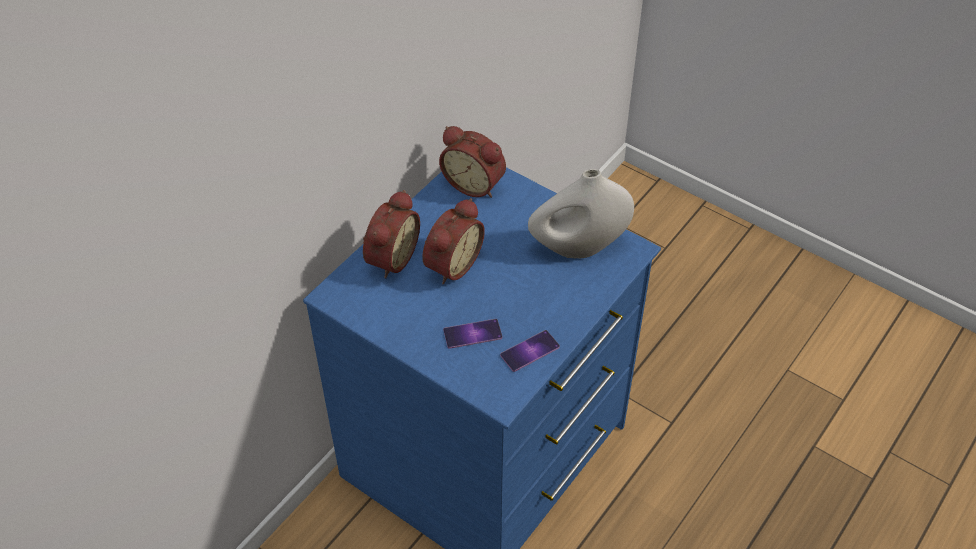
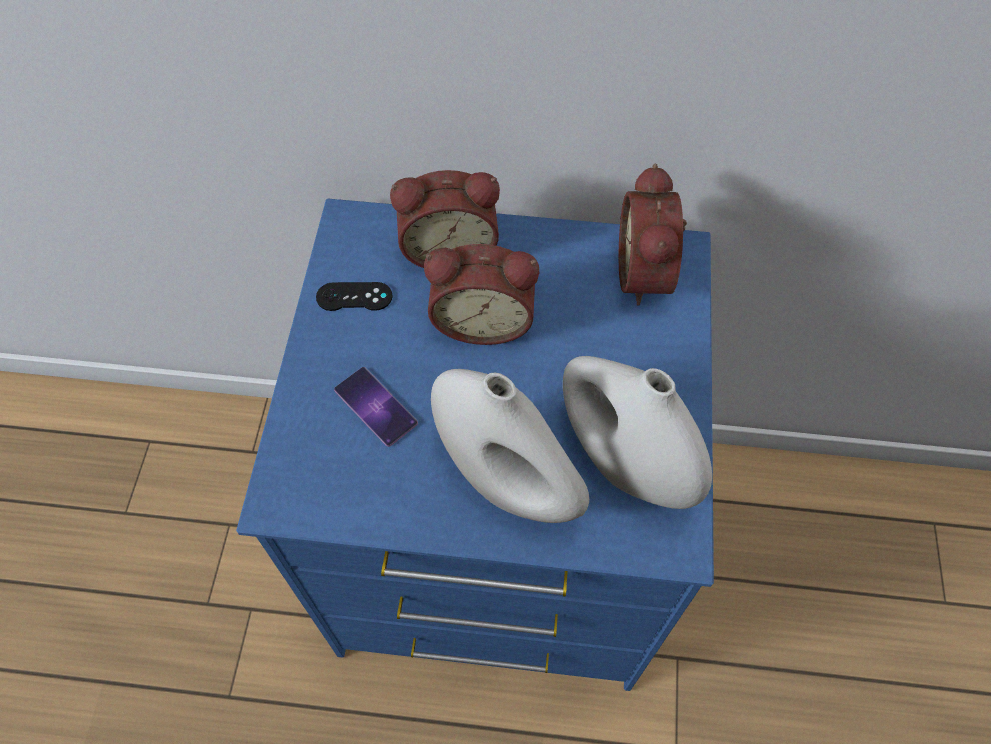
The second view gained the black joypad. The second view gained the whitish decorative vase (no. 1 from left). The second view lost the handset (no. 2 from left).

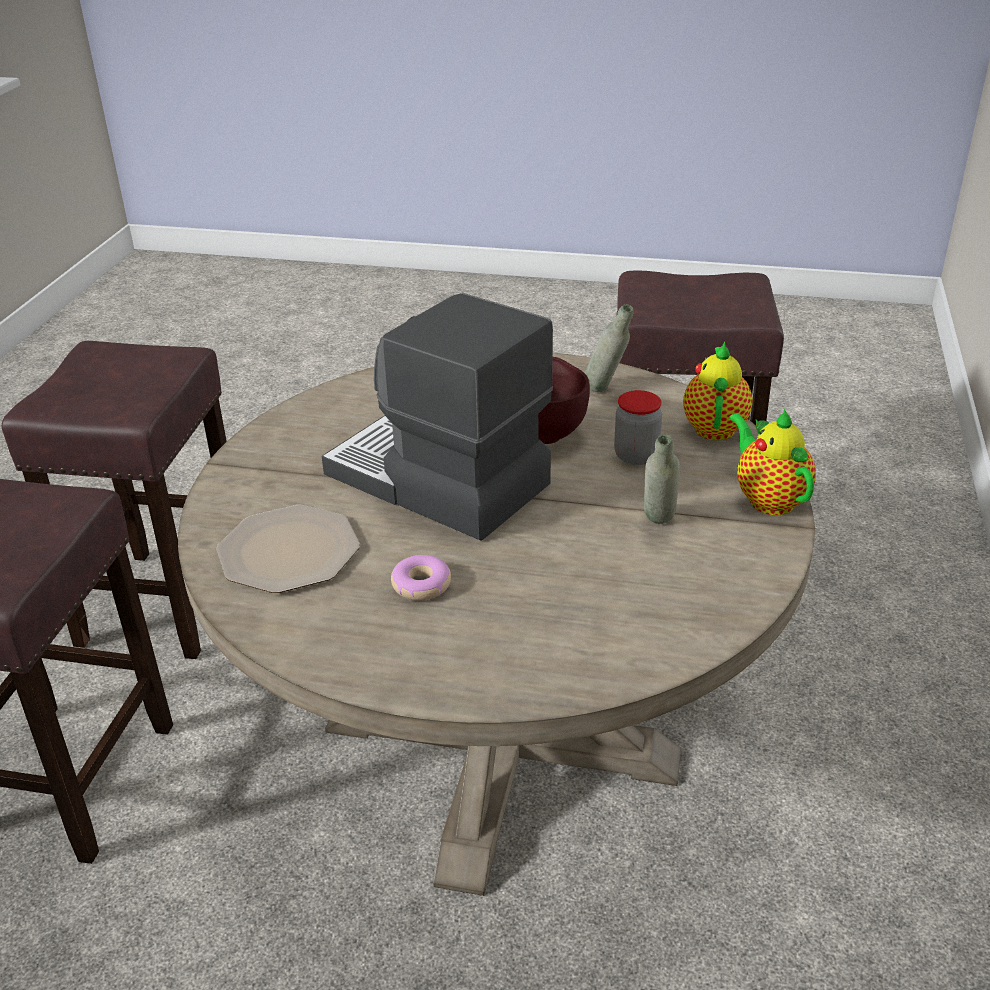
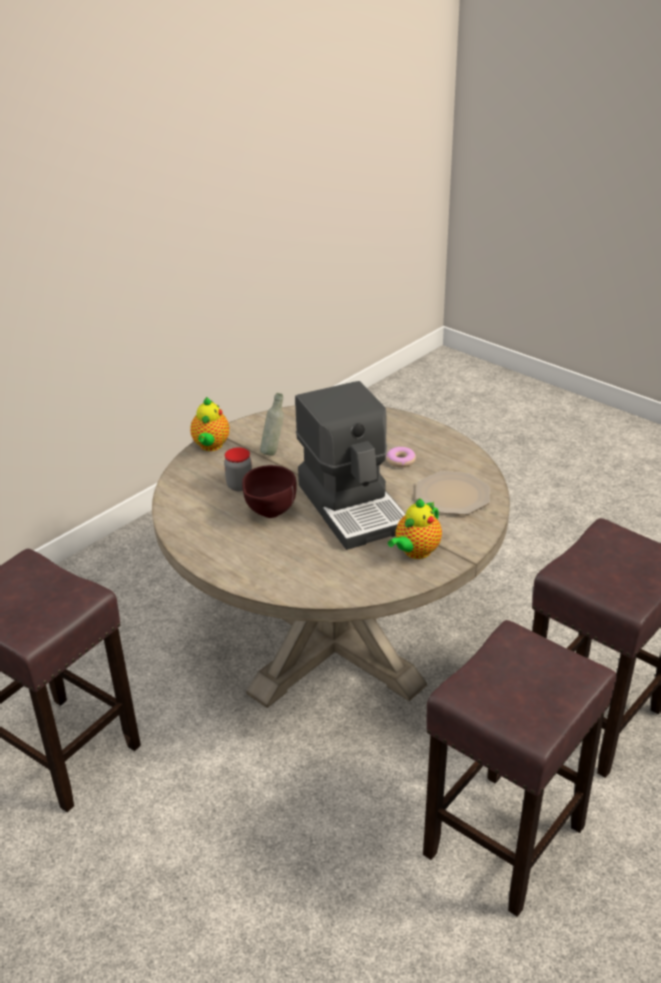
The tea pot (no. 1 from left in the first image) ended up elsewhere. The second view lost the greyish drink bottle (no. 1 from left).

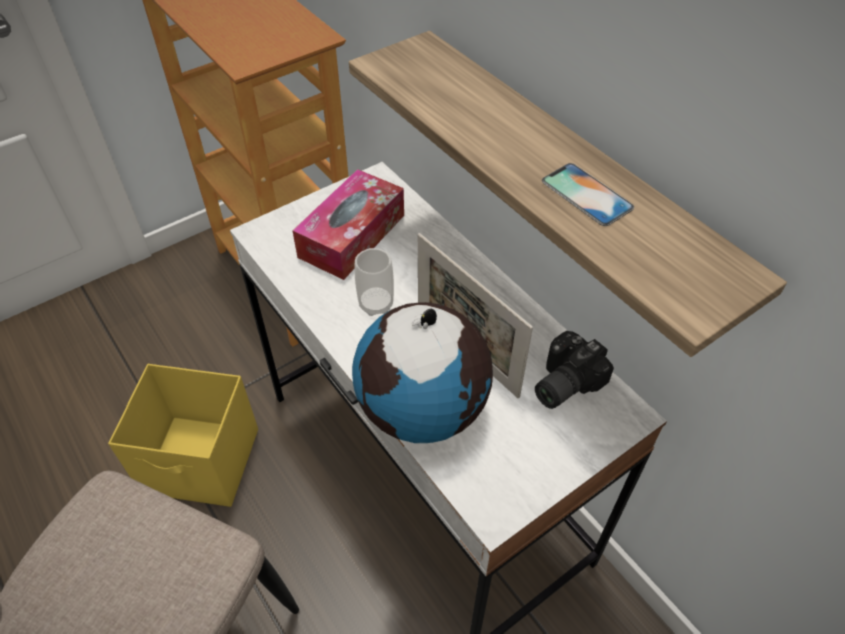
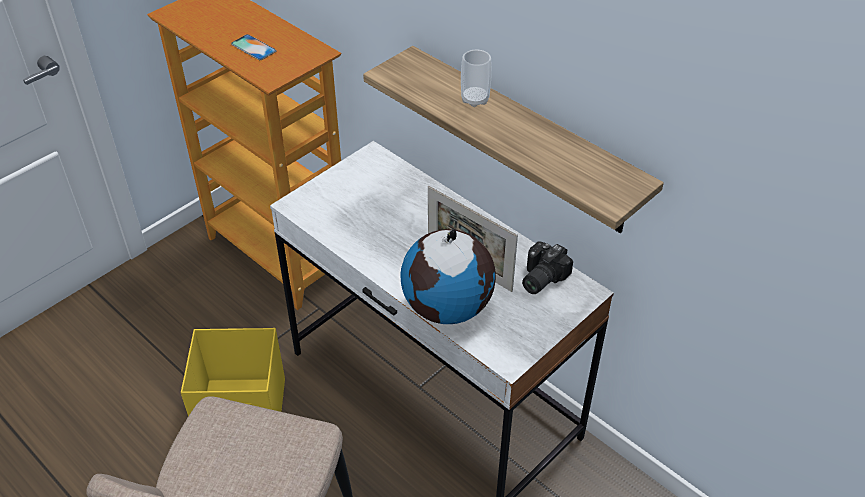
The handset ended up elsewhere. The cup ended up elsewhere. The second view lost the tissue holder.

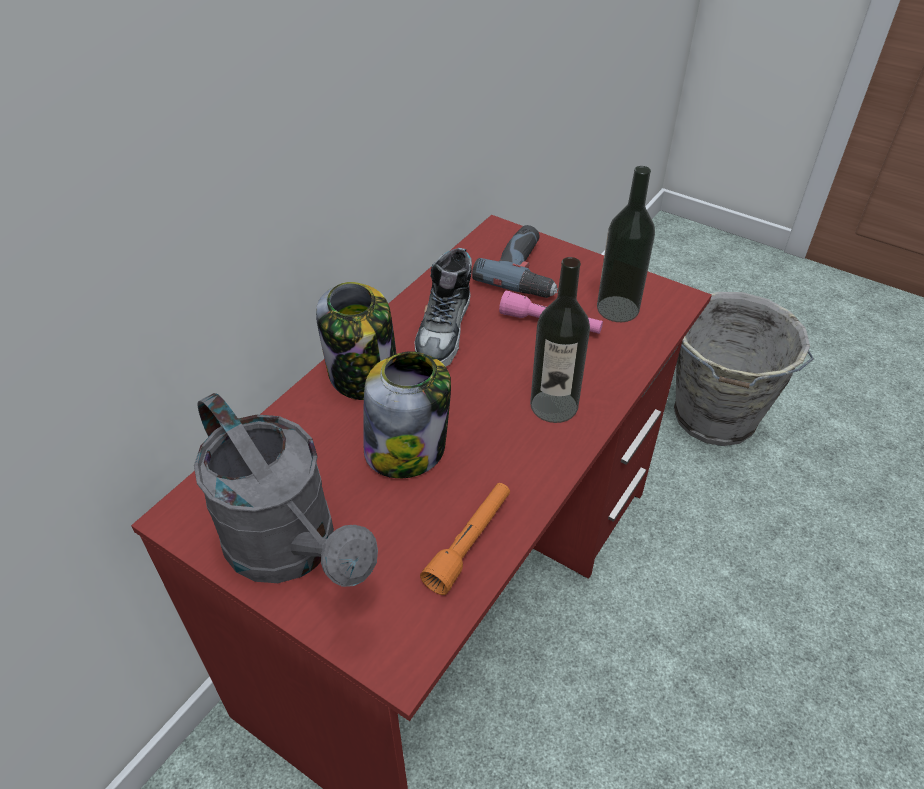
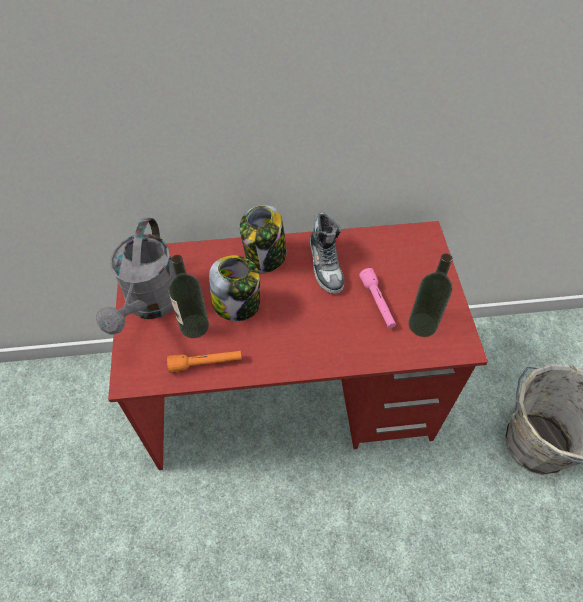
The drink bottle (no. 1 from left) ended up elsewhere. The shoe ended up facing another way, 75 degrees counterclockwise from before. The second view lost the power drill.

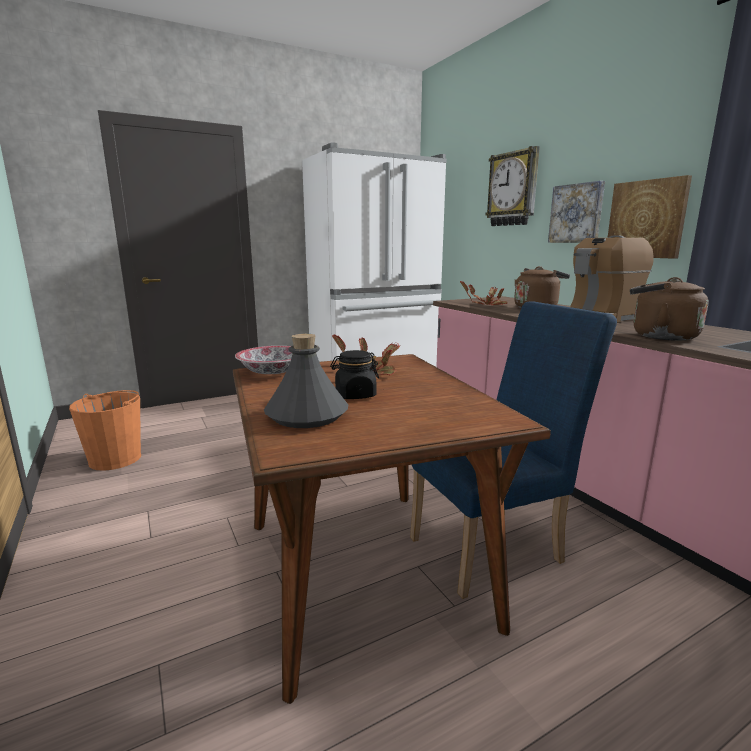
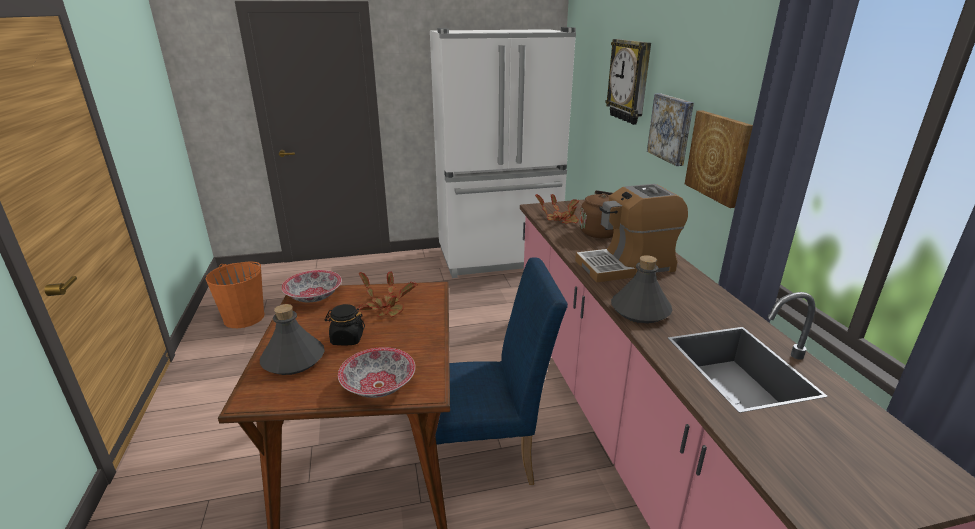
The second view gained the serving bowl (no. 2 from left). Where the brown-coloured tea kettle (no. 2 from left) stood, the greyish drink bottle (no. 2 from left) came to stand.

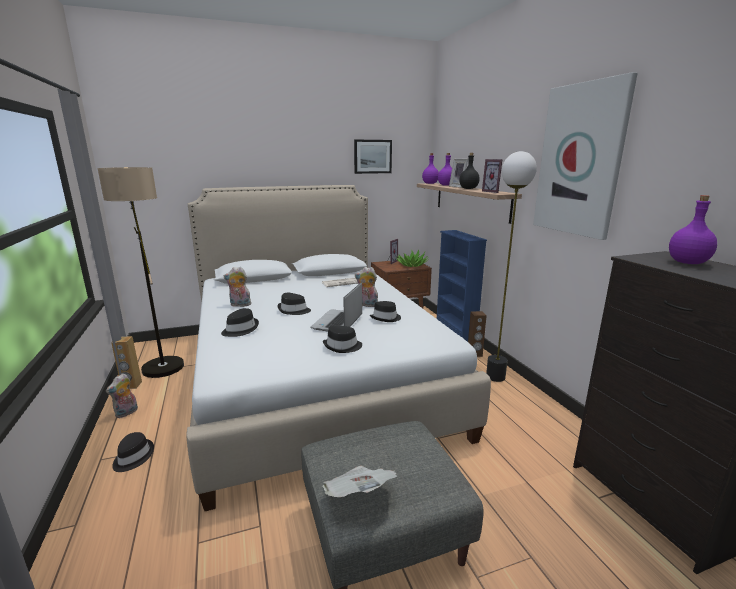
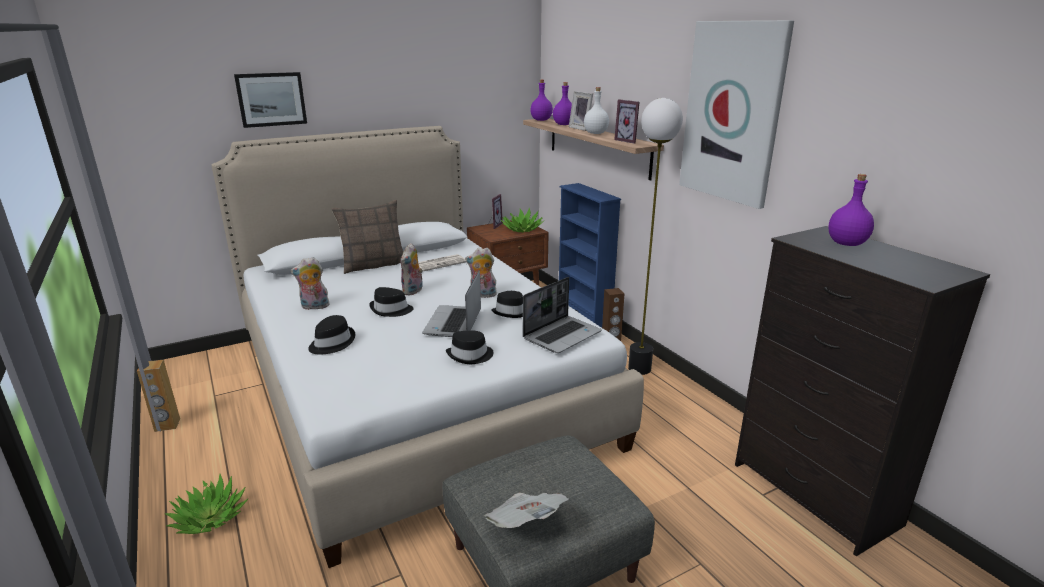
Where the black hat (no. 1 from left) stood, the potted plant (no. 1 from left) came to stand. The wall art (no. 1 from left) ended up elsewhere. The second view gained the cushion. The cuddly toy (no. 1 from left in the first image) ended up elsewhere. The second view gained the portable computer (no. 2 from left). What was the black drink bottle turned into the whitish drink bottle. The second view lost the standard lamp (no. 1 from left).

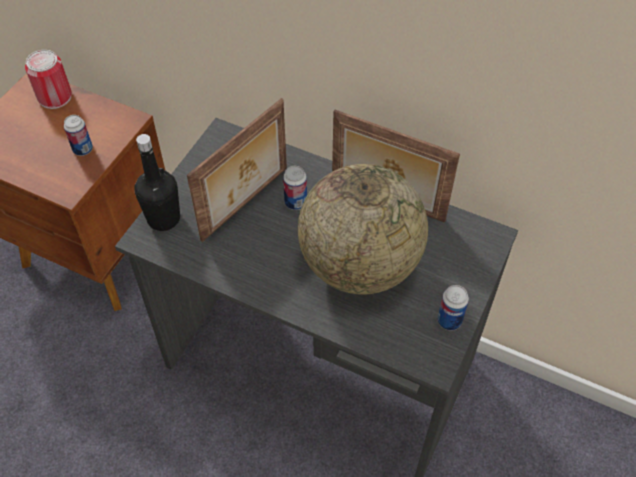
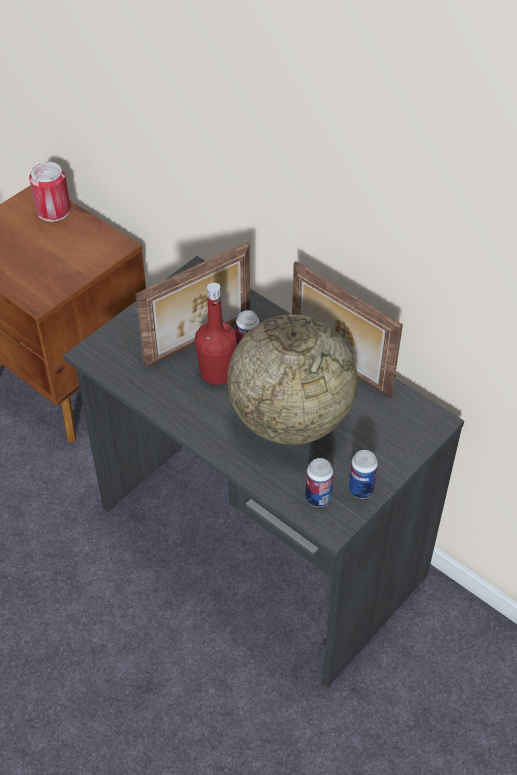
The second view gained the reddish drink bottle. The metal can (no. 2 from left in the first image) ended up elsewhere. The second view lost the black drink bottle.

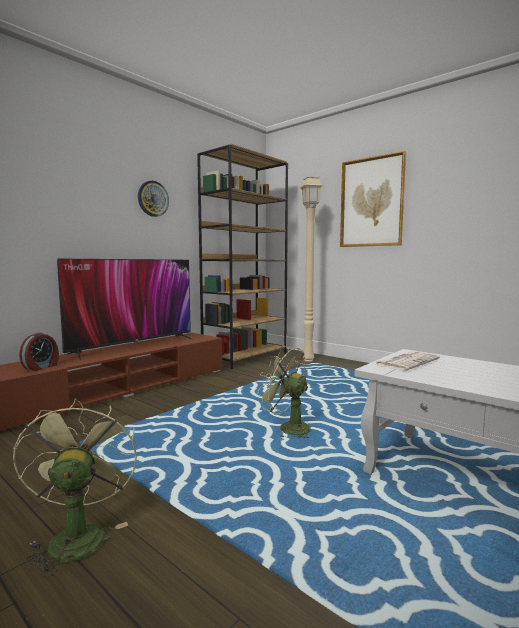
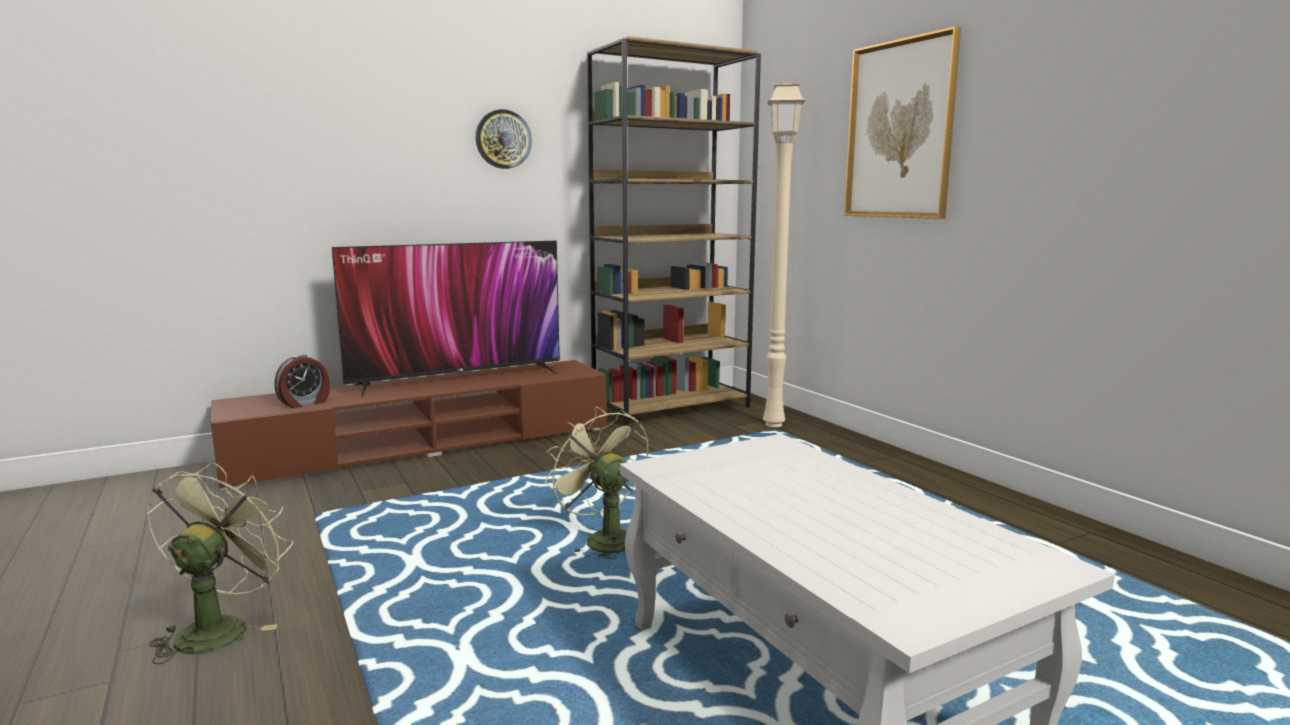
The second view lost the printed paper.

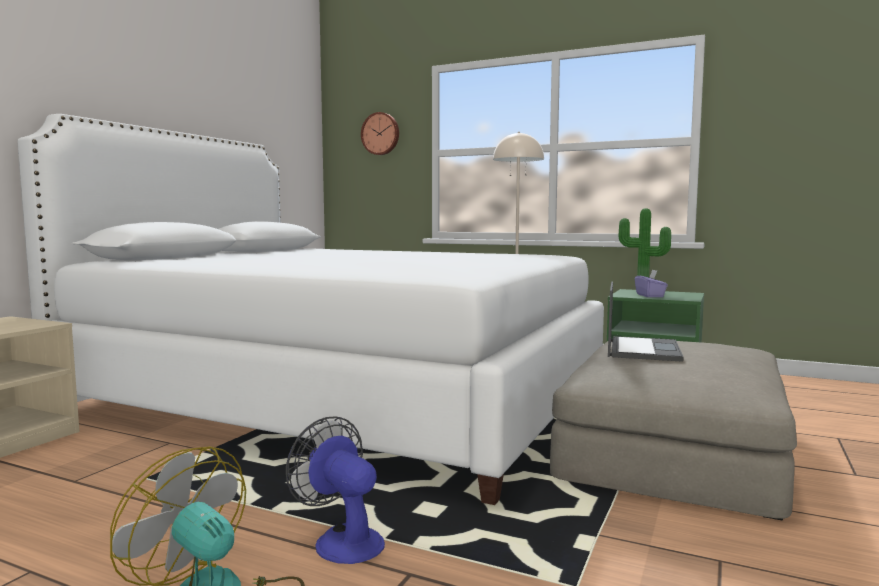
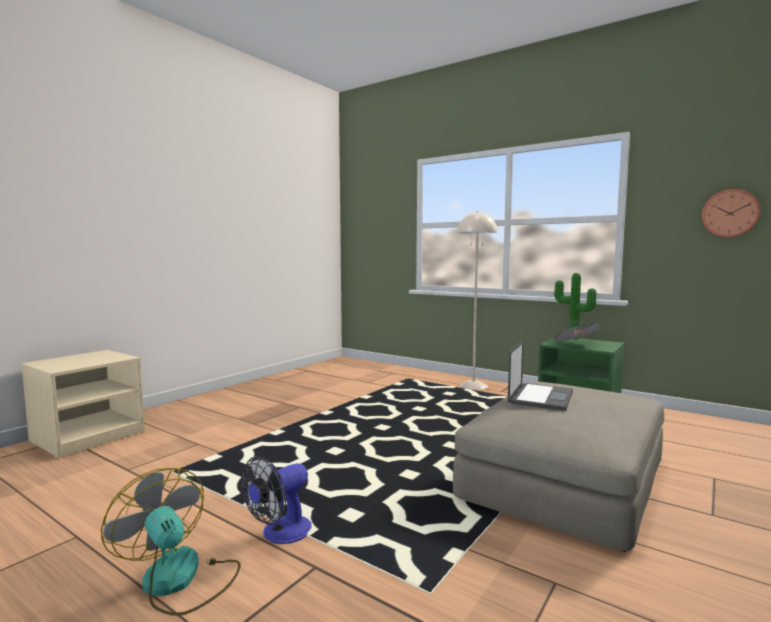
The electric fan (no. 2 from left) ended up facing another way, 105 degrees counterclockwise from before. Where the purplish tissue holder stood, the printed paper came to stand. The clock on the wall ended up elsewhere. The second view lost the whitish sleeping bed.

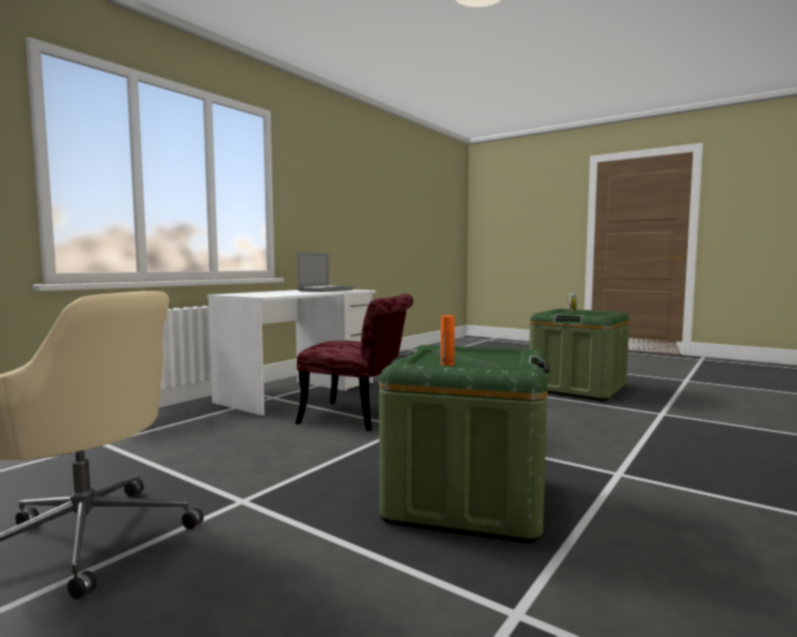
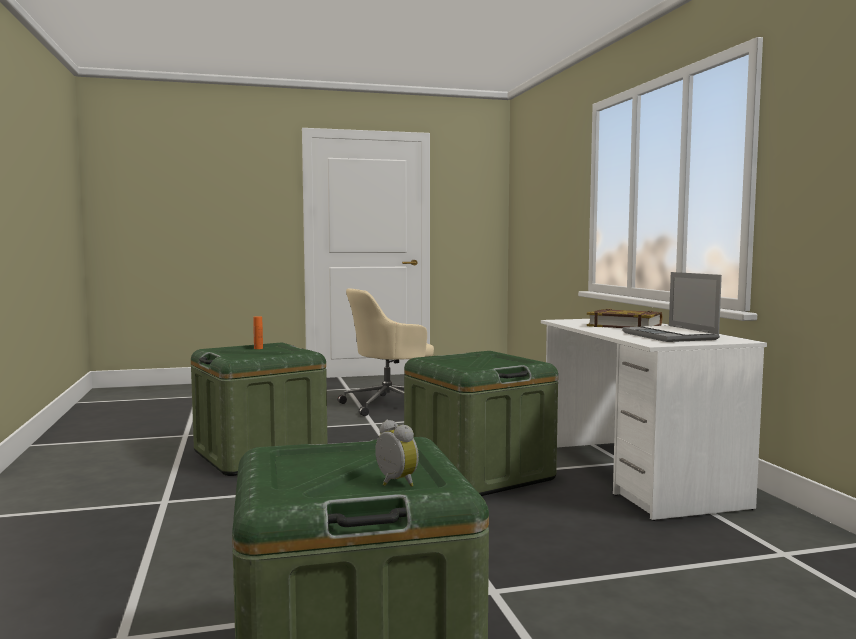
Where the reddish upright chair stood, the greenish storage bin (no. 3 from left) came to stand. The second view gained the book.

